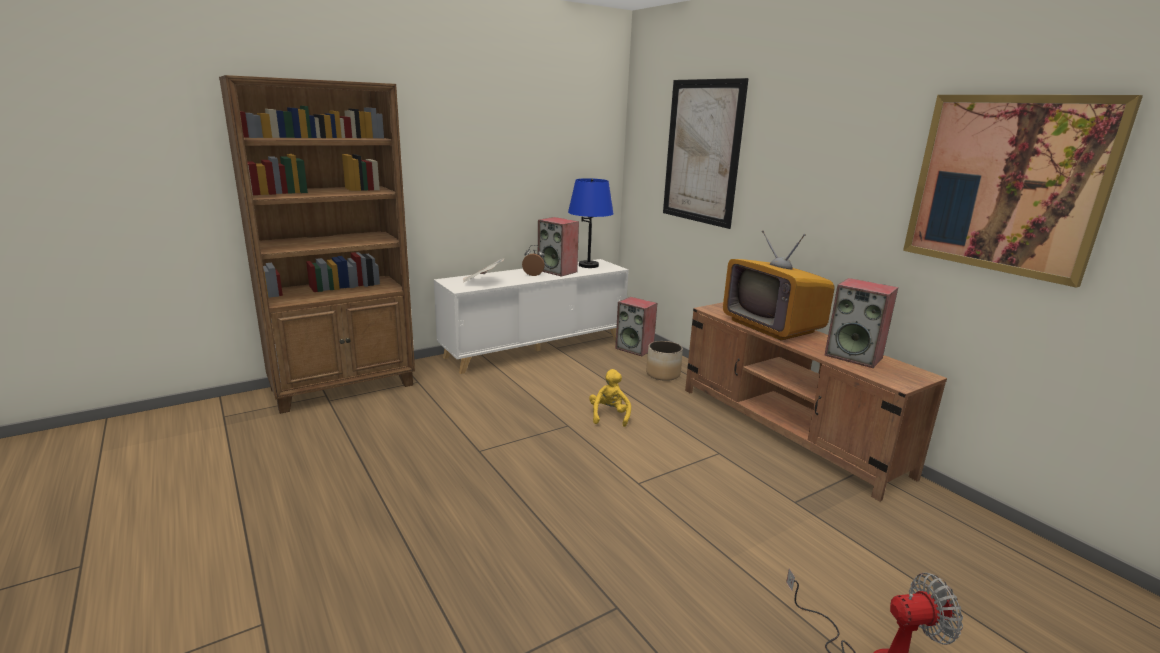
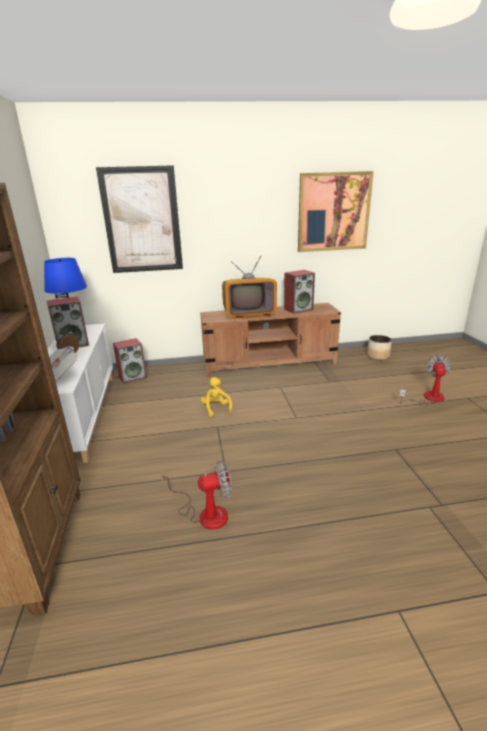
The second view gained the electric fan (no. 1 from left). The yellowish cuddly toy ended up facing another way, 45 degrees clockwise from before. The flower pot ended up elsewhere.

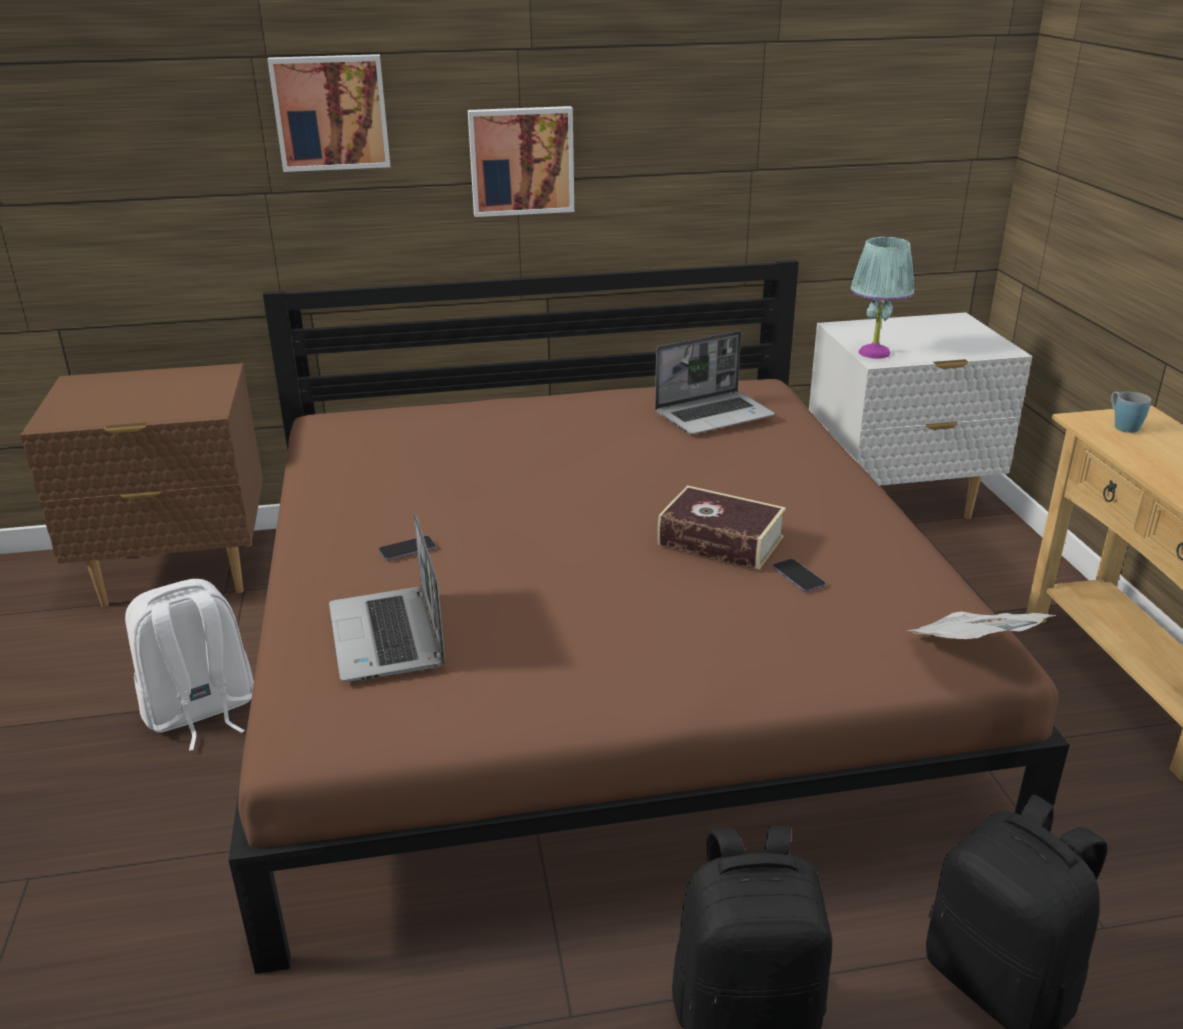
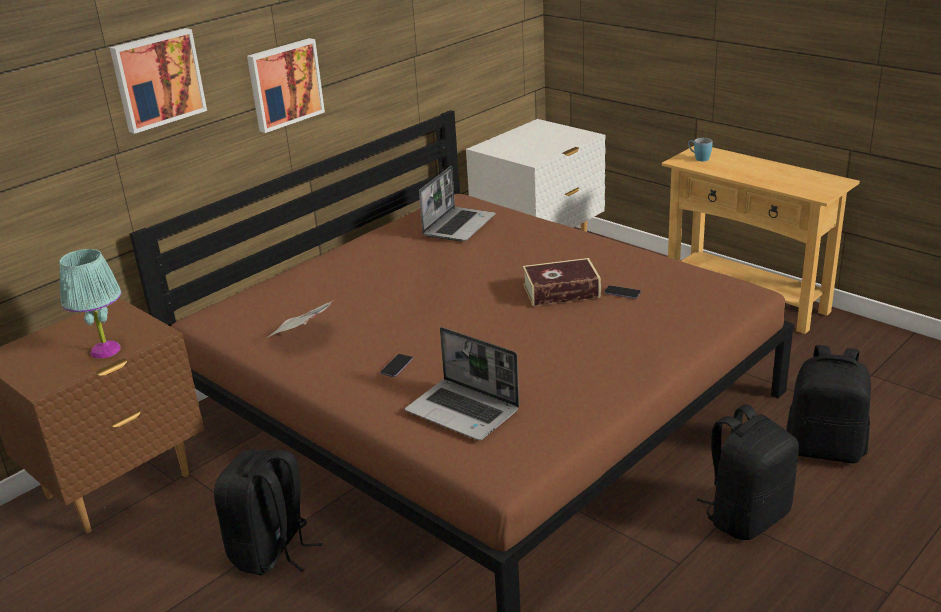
The blue-green lamp for a table ended up elsewhere. What was the whitish knapsack turned into the black knapsack (no. 1 from left). The printed paper ended up elsewhere.

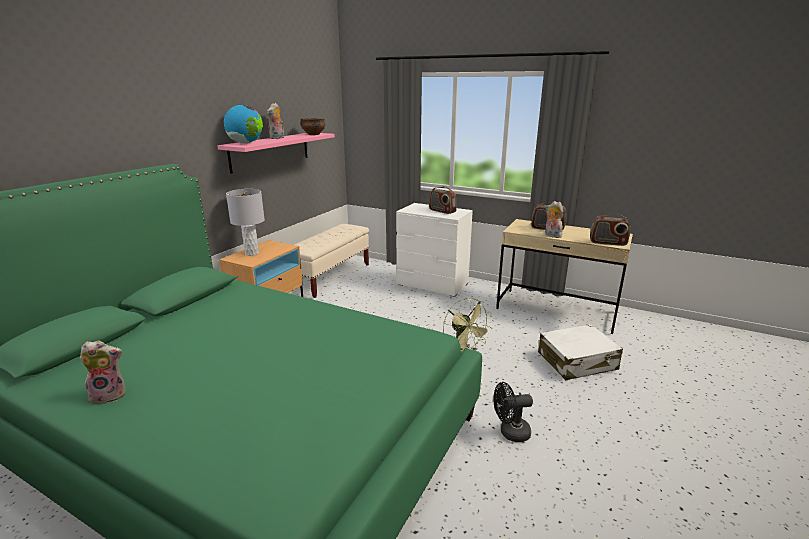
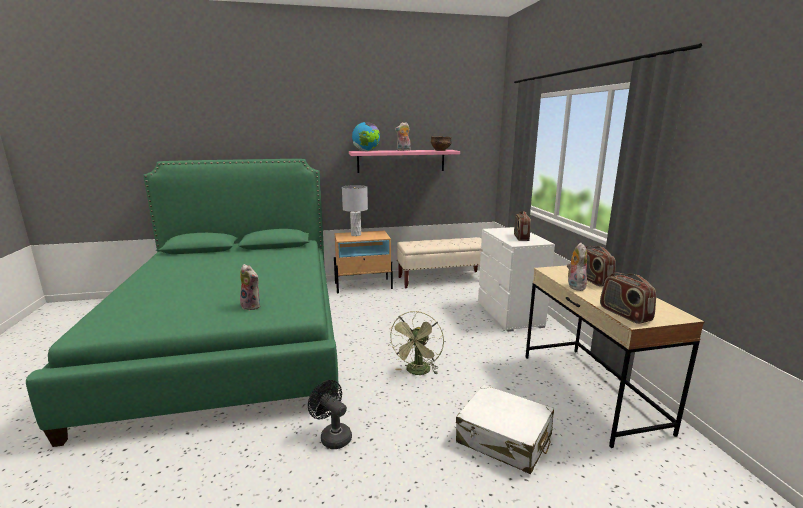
The cuddly toy (no. 1 from left) ended up elsewhere.

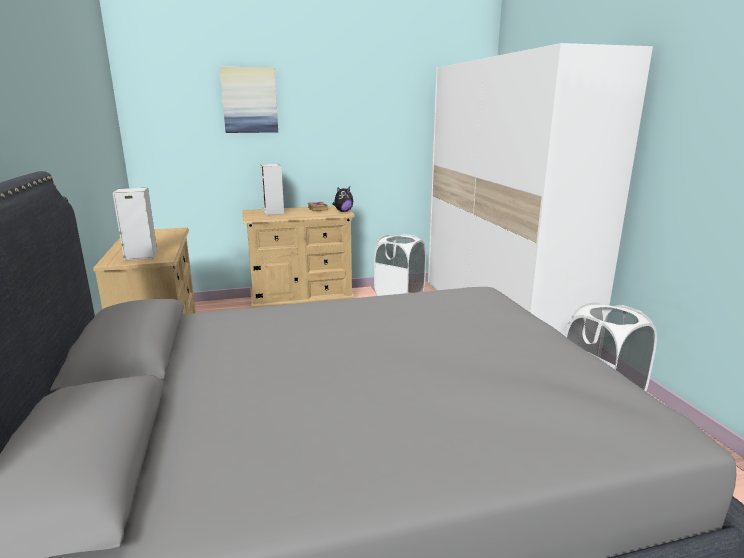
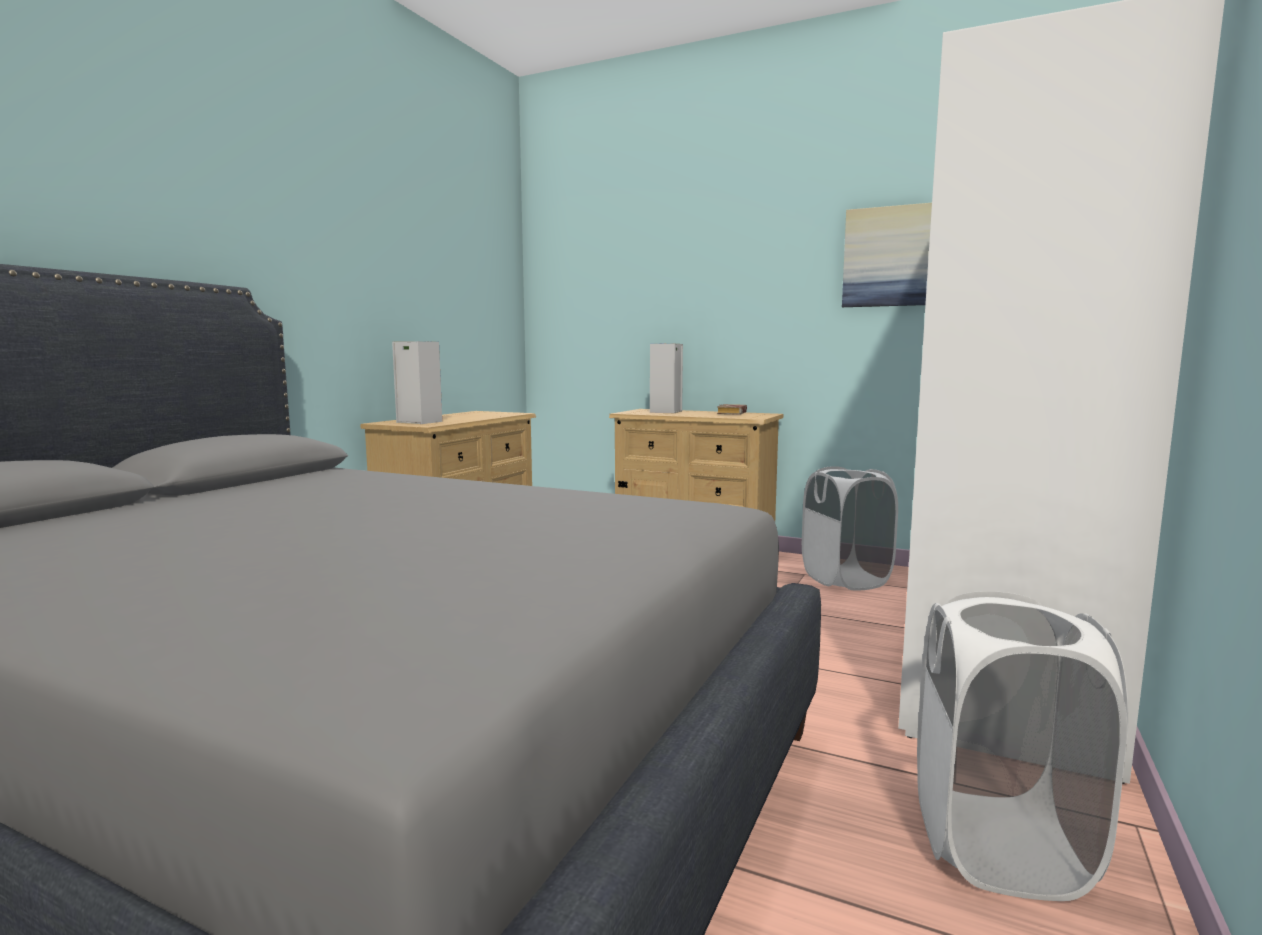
The wall art ended up elsewhere. The second view lost the cuddly toy.

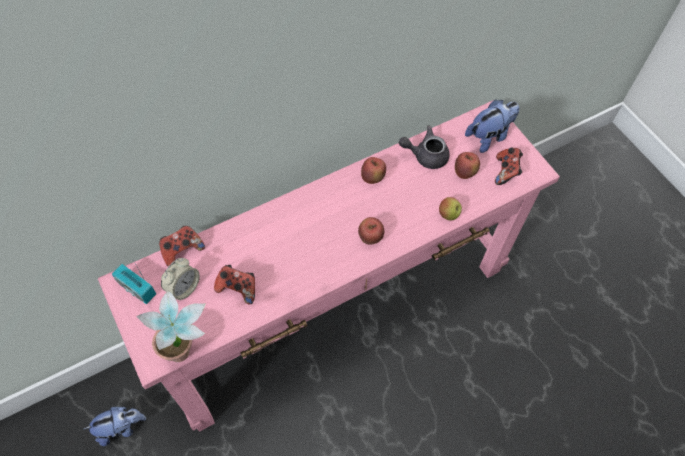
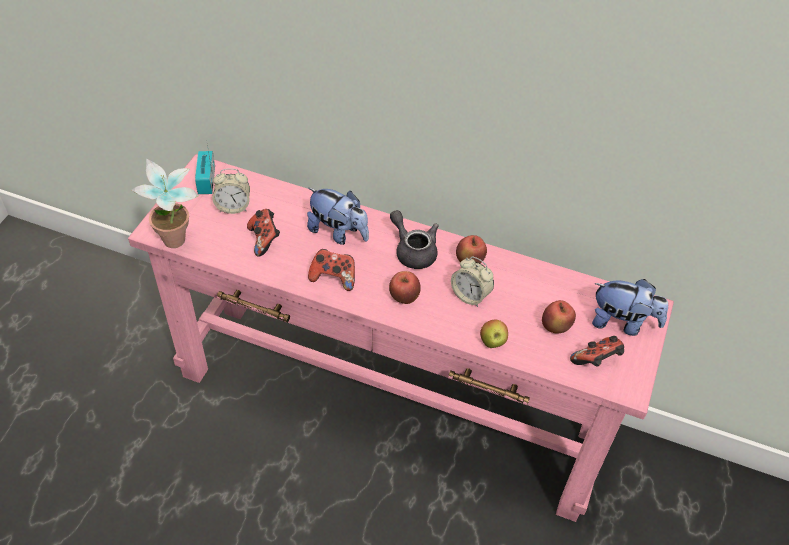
The cuddly toy (no. 1 from left) ended up elsewhere. The joypad (no. 1 from left in the first image) ended up elsewhere. The greyish tea pot ended up elsewhere. The second view gained the bedside clock (no. 2 from left).

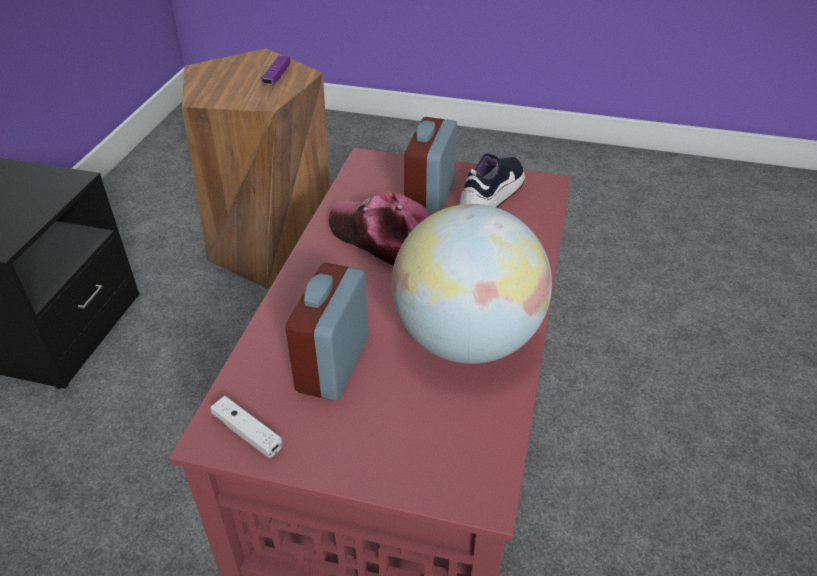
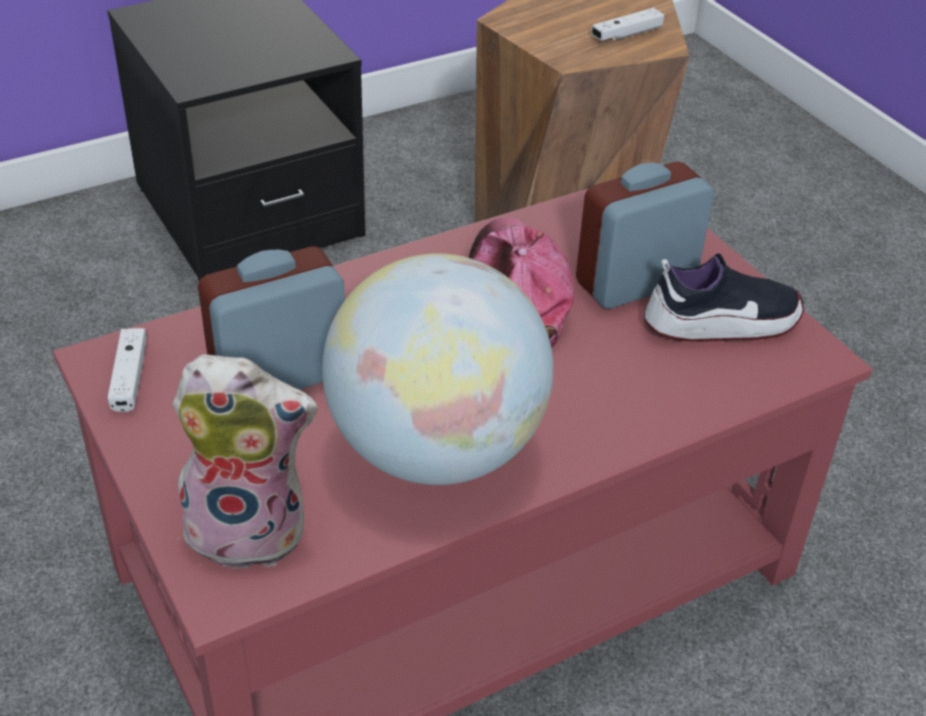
The second view gained the cuddly toy. What was the purplish joypad turned into the whitish joypad (no. 2 from left).

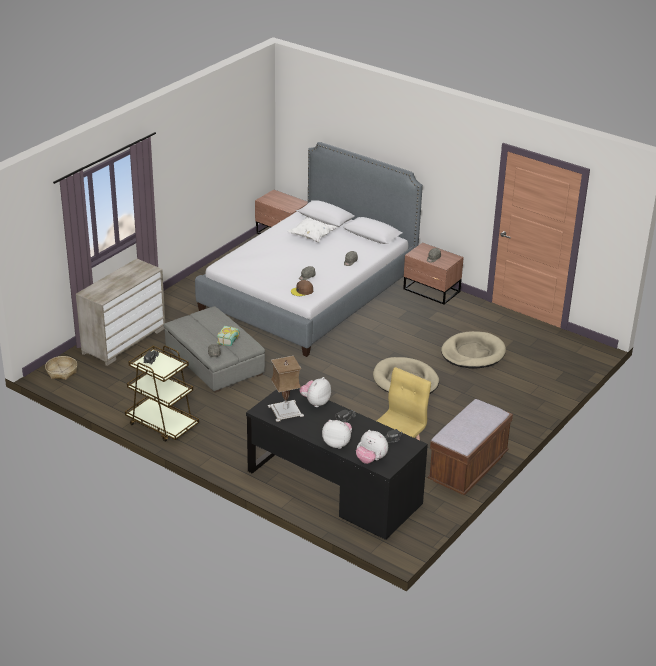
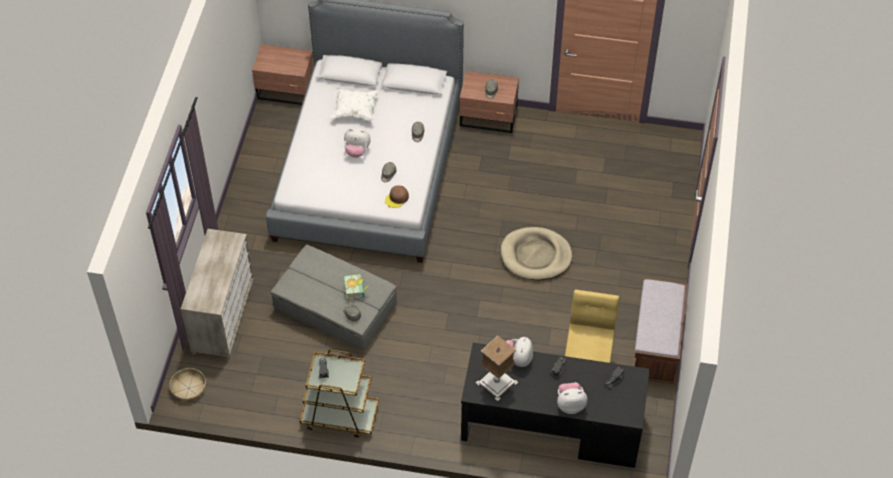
The cuddly toy (no. 3 from left in the first image) ended up elsewhere. The second view lost the beige pet bed (no. 2 from left).

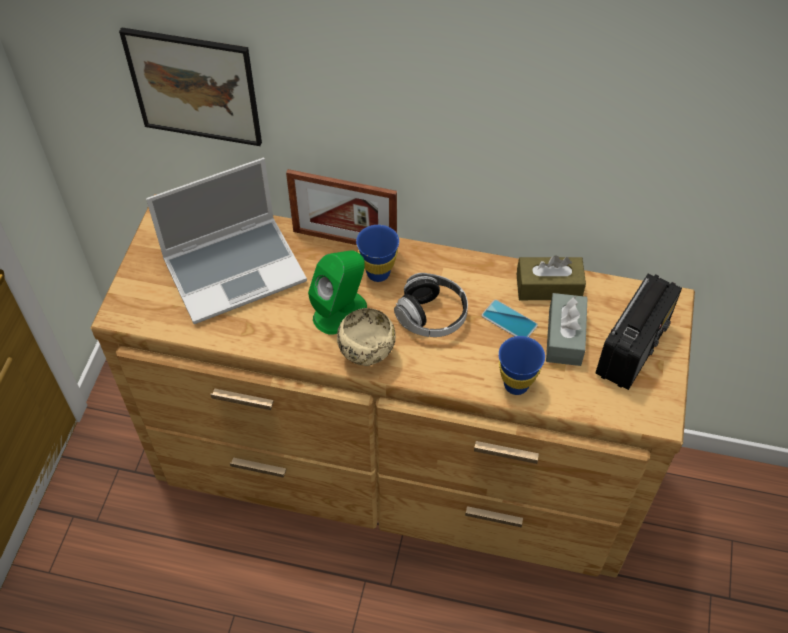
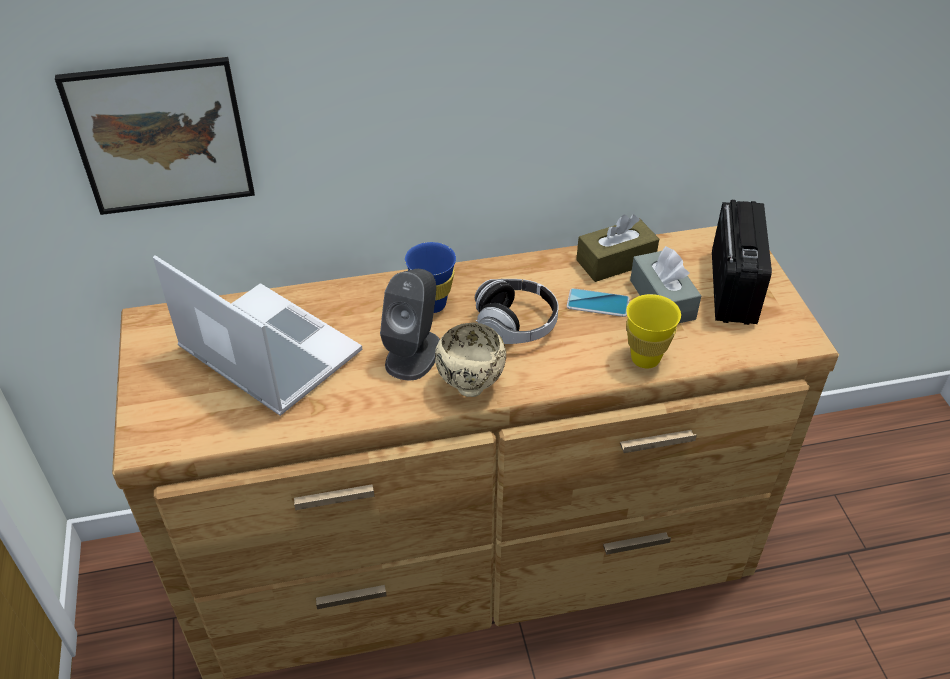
The portable computer ended up facing another way, 90 degrees counterclockwise from before. What was the greenish audio speaker turned into the greyish audio speaker. What was the blue cup (no. 2 from left) turned into the yellowish cup. The second view lost the standing frame.

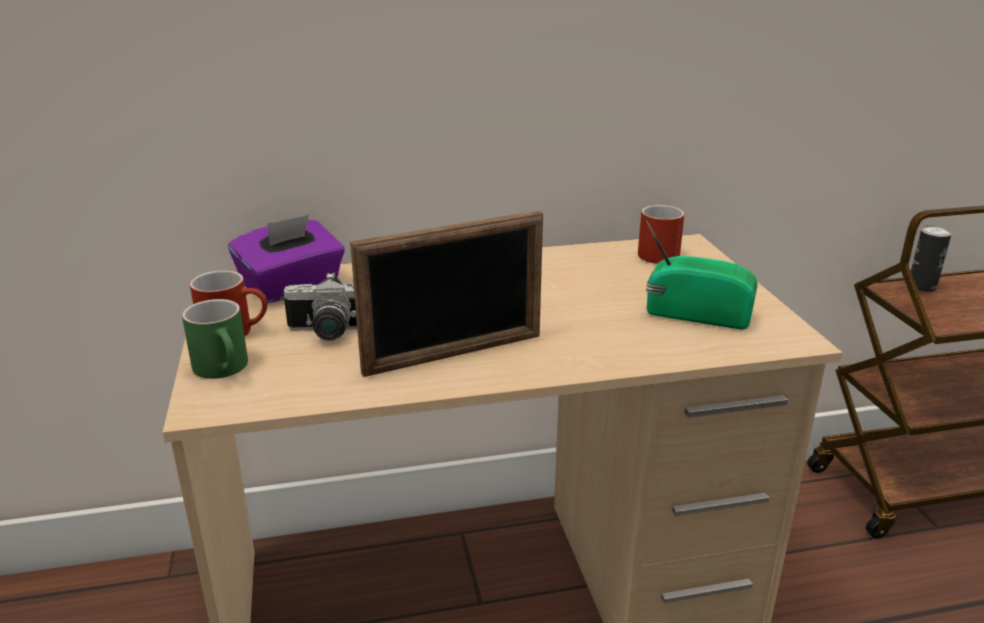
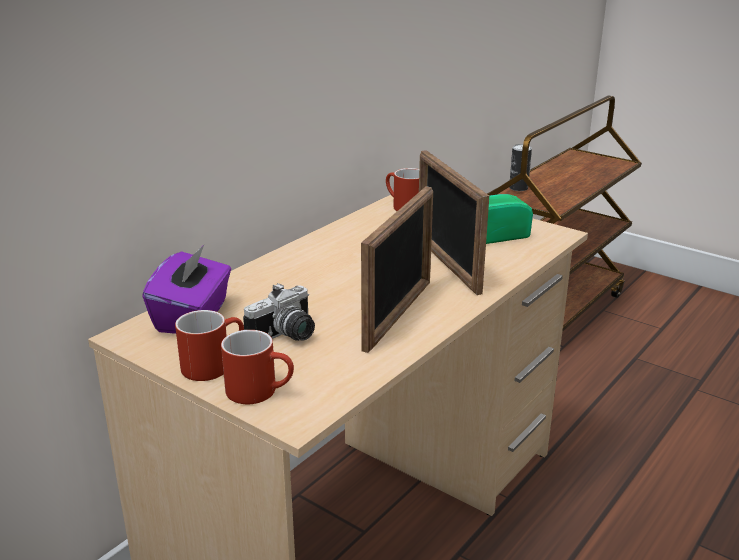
What was the greenish tea mug turned into the reddish tea mug (no. 2 from left). The second view gained the standing frame (no. 2 from left).

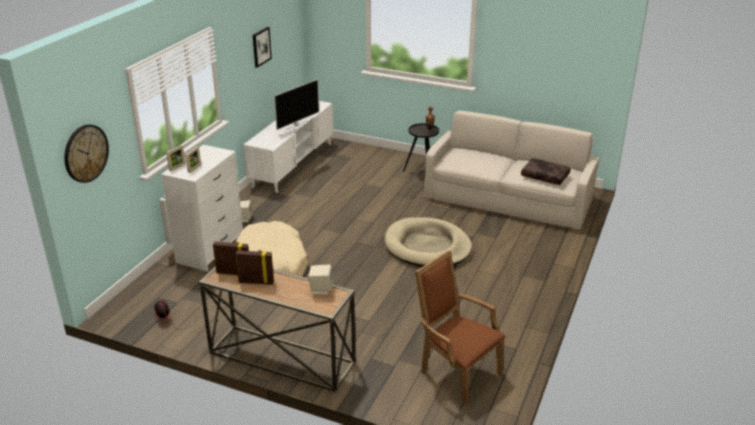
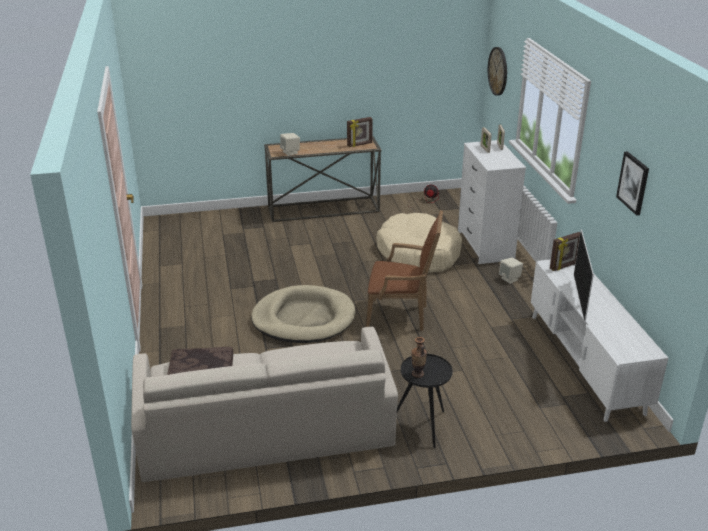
The brown-coloured easy chair ended up elsewhere. The standing frame (no. 4 from left) ended up elsewhere.

